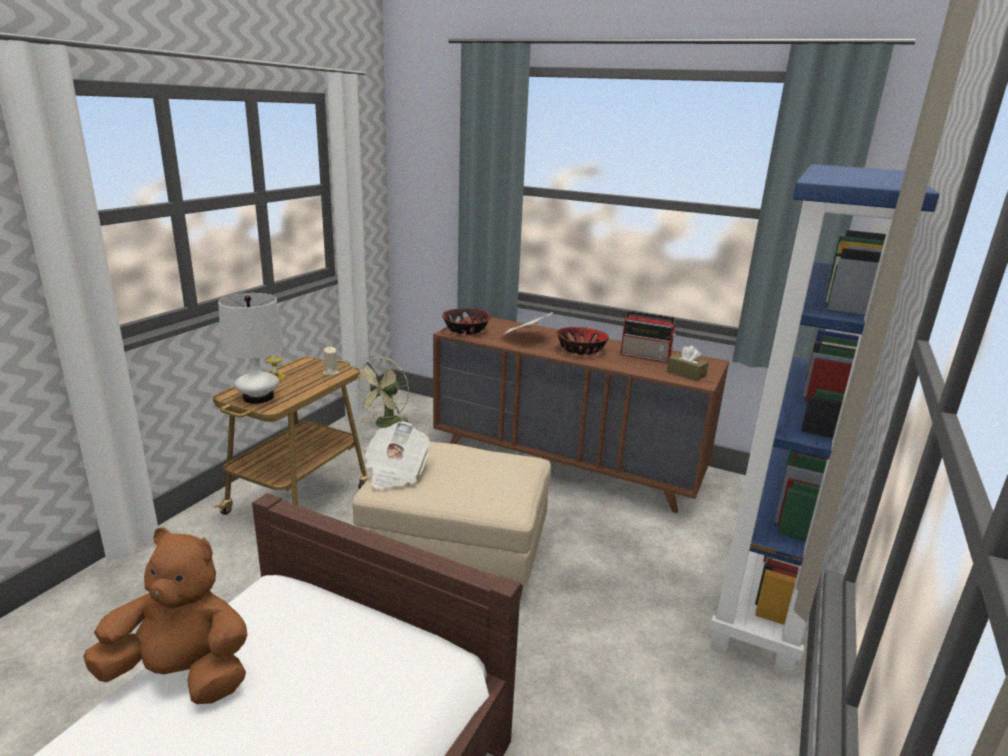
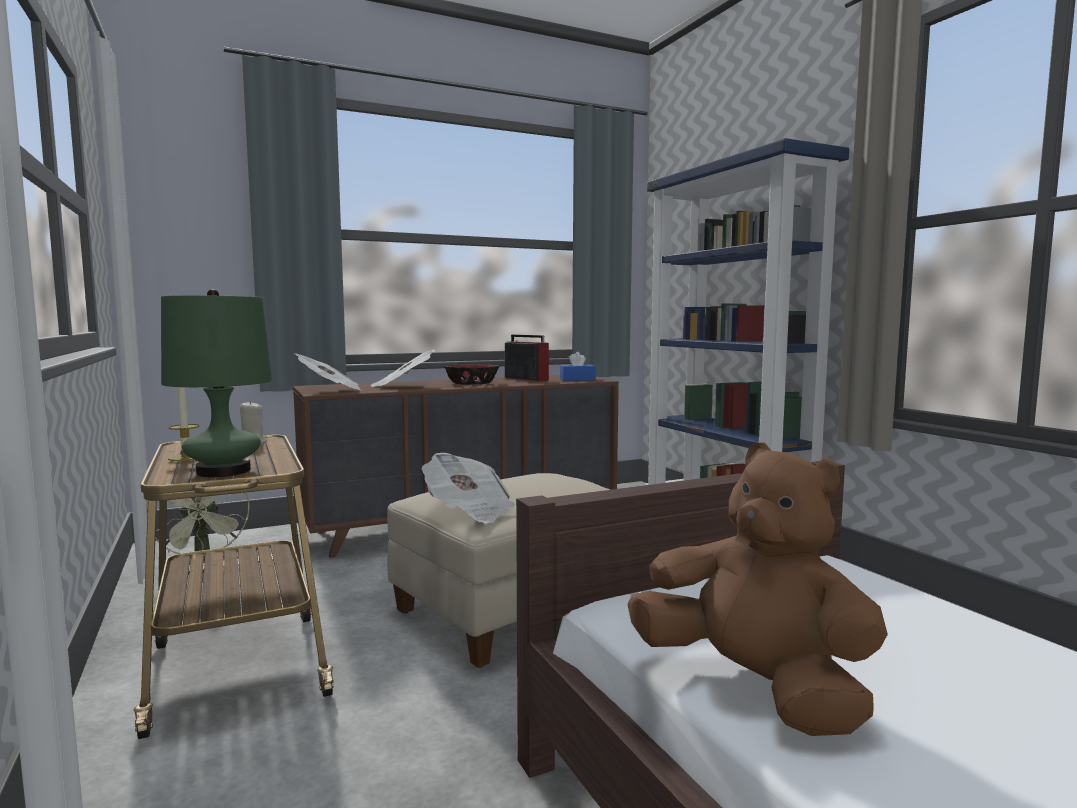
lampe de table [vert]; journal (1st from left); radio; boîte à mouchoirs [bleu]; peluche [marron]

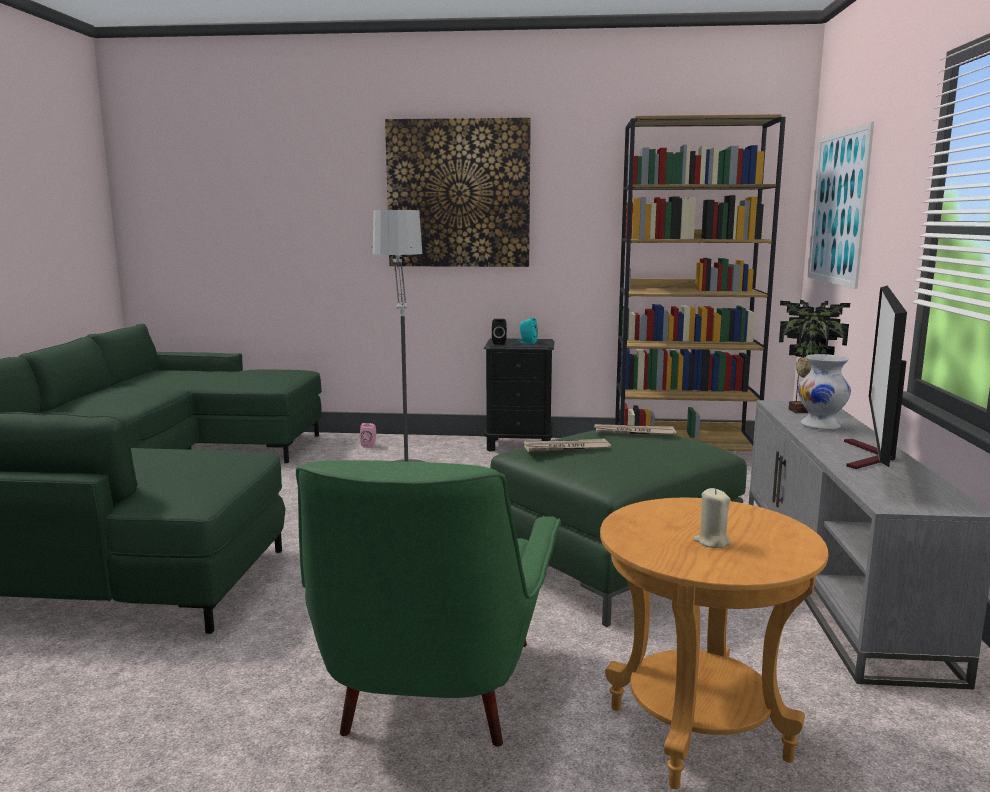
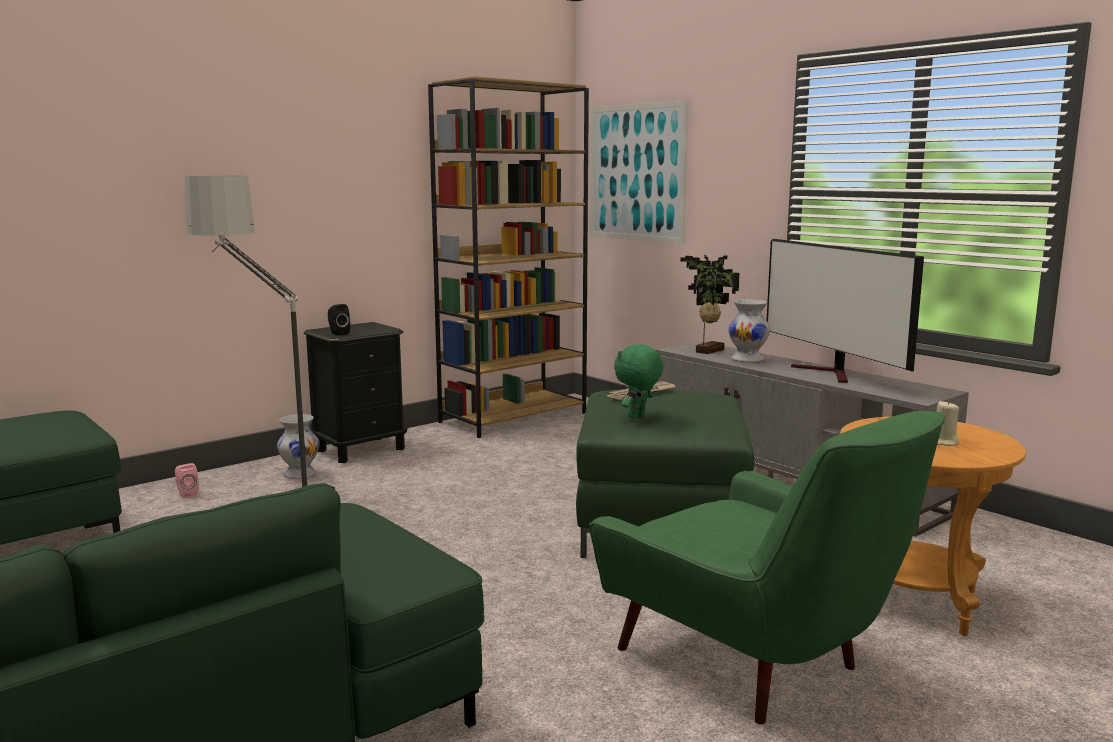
tableau (1st from left in the first image); enceinte [turquoise]; peluche [vert]; vase [blanc] (1st from left)

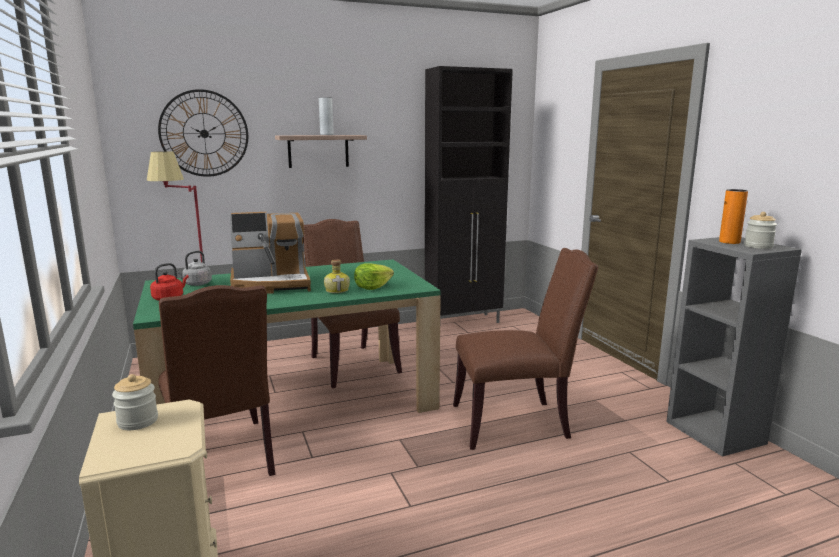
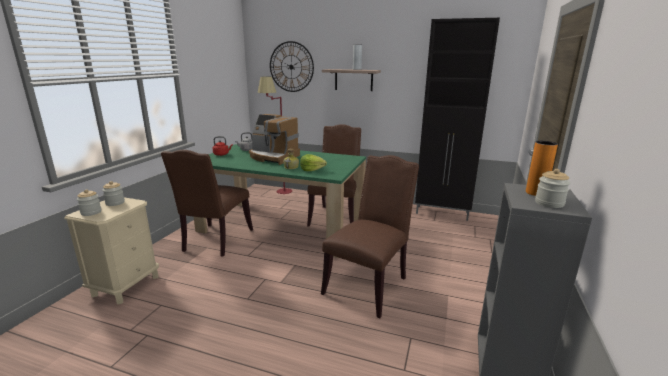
chaise [marron] (3rd from left); bocal (1st from left)

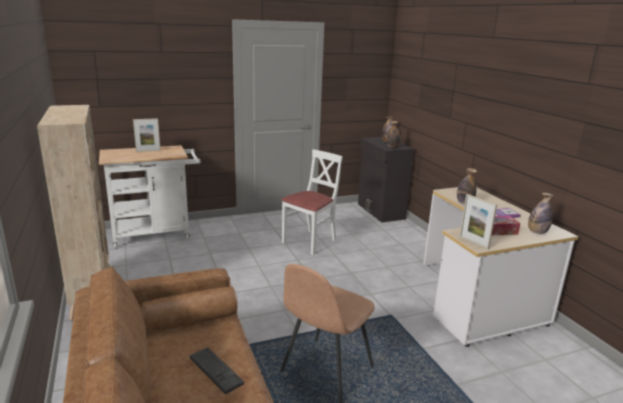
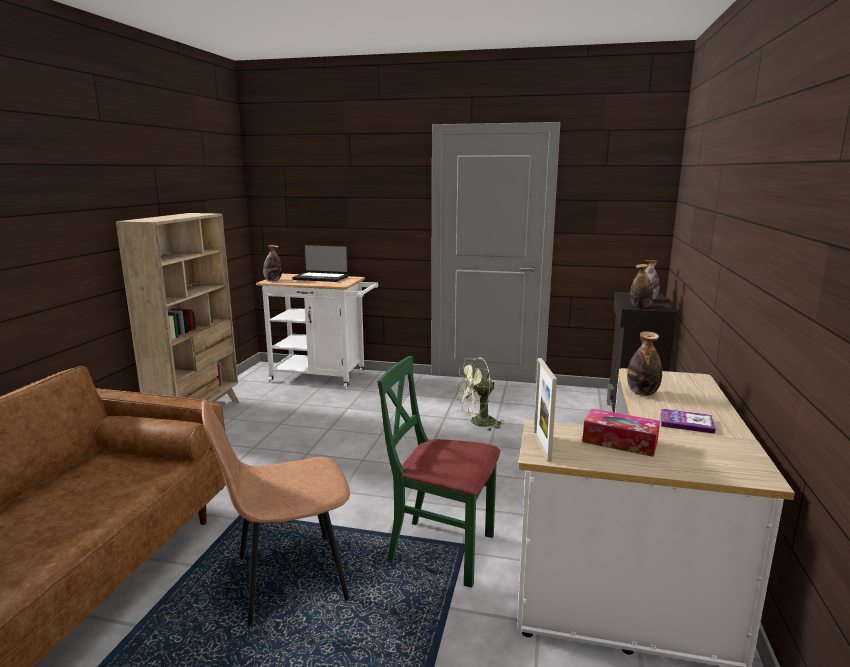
ordinateur portable; ventilateur [vert]; bouteille (1st from left); clavier; chaise [vert]

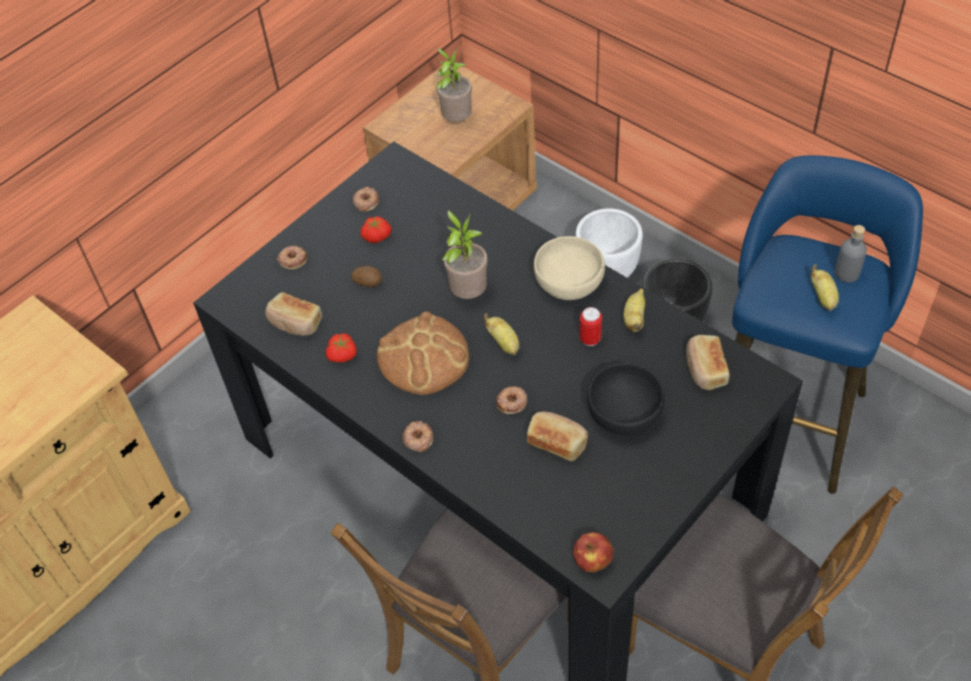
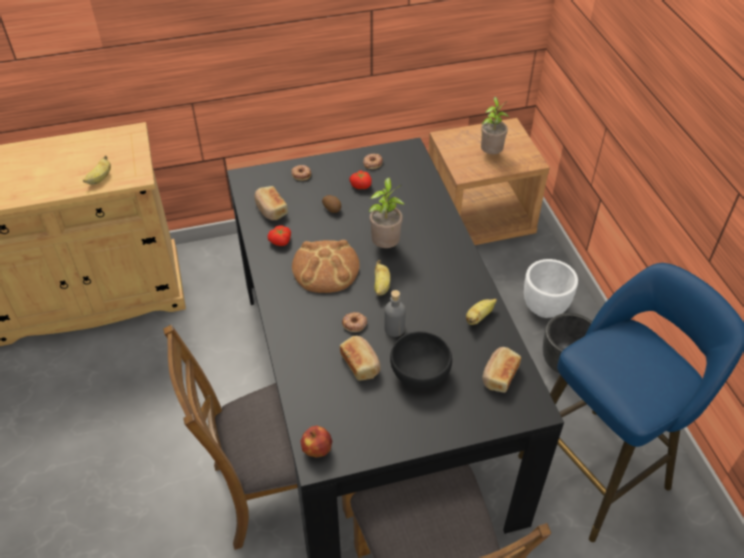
bouteille [gris]; bol [beige]; banane (1st from left); boîte métallique; beignet (3rd from left in the first image)

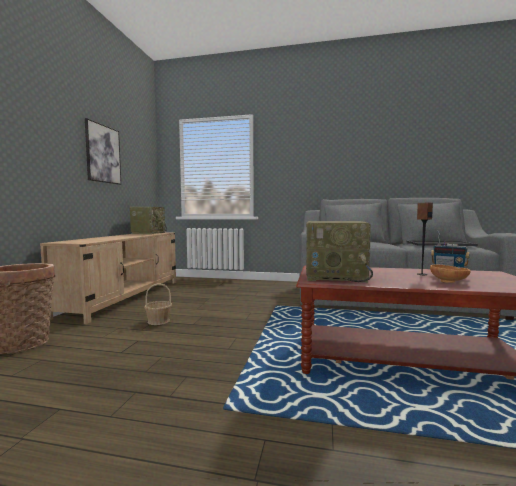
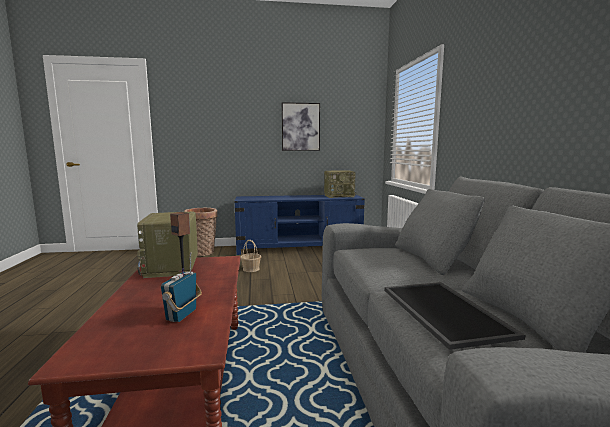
meuble télé [bleu]; bol [marron]

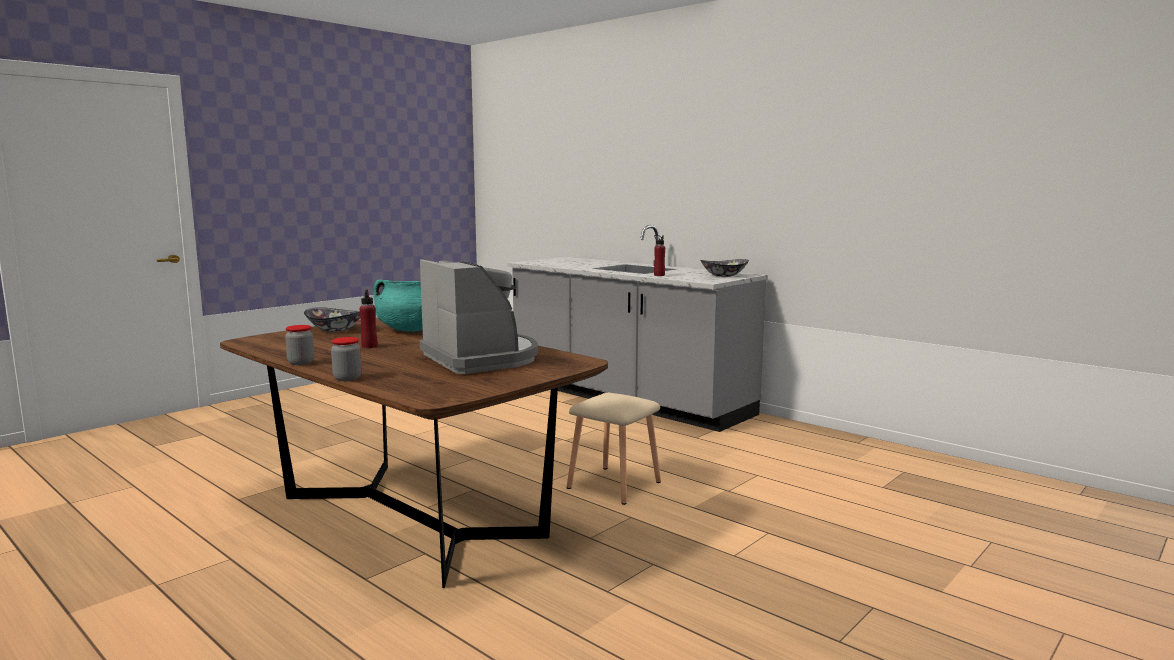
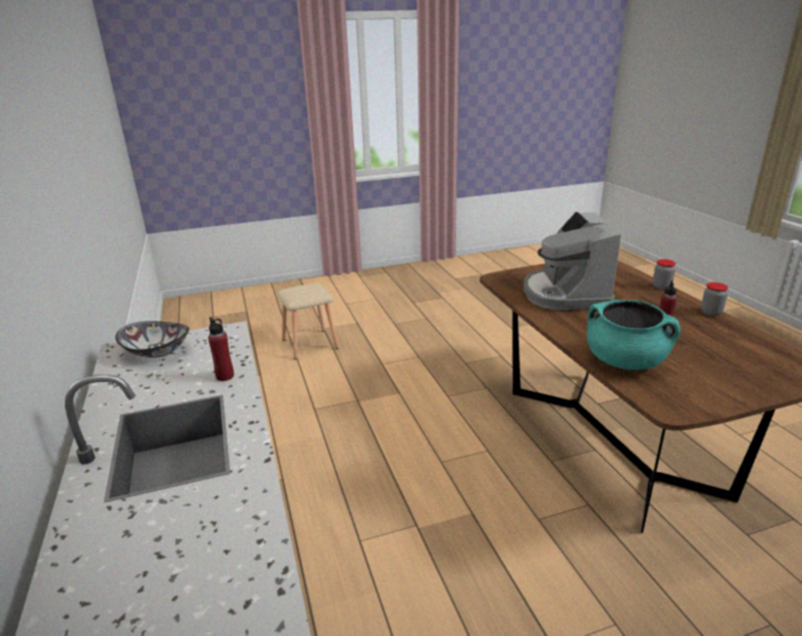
bol (1st from left in the first image); tabouret [beige]

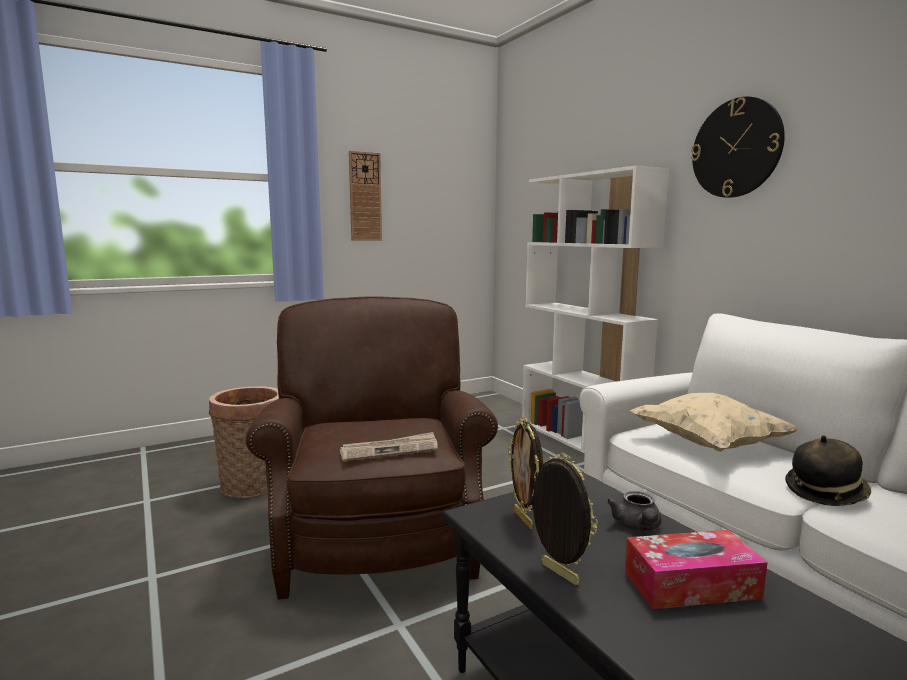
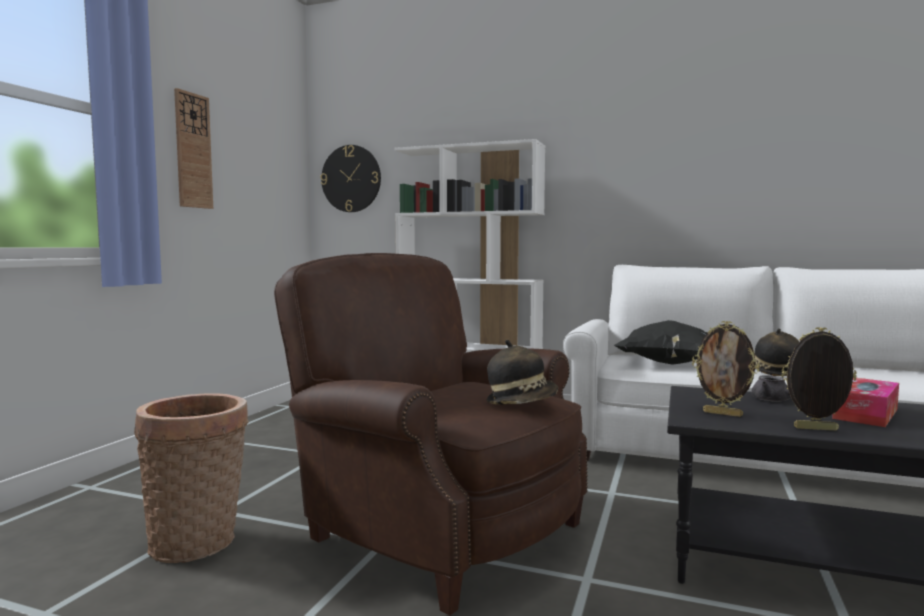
horloge murale (2nd from left); coussin [noir]; chapeau (1st from left)

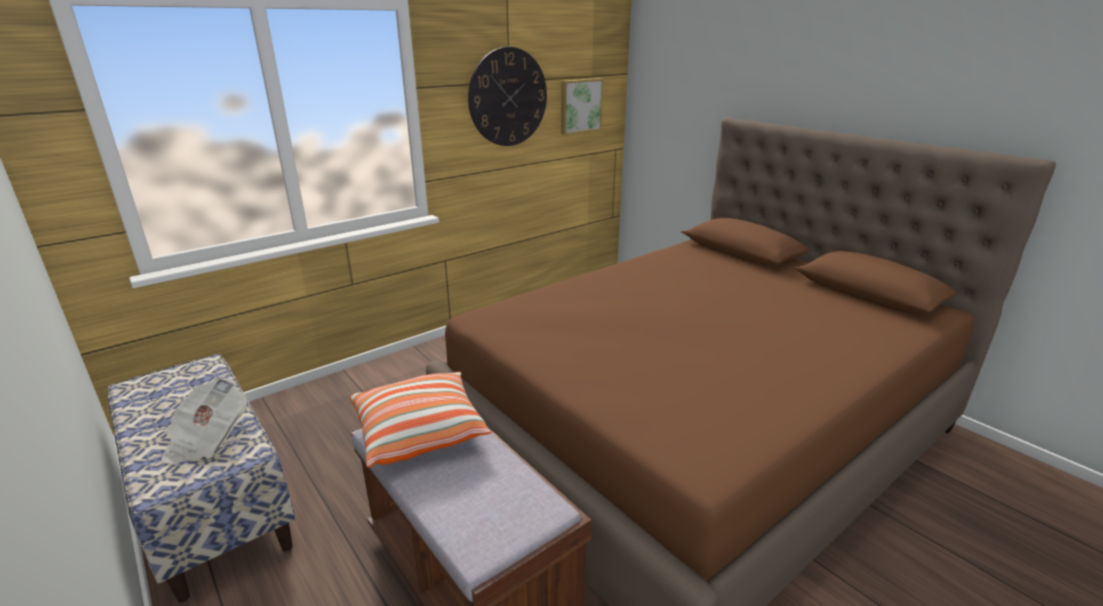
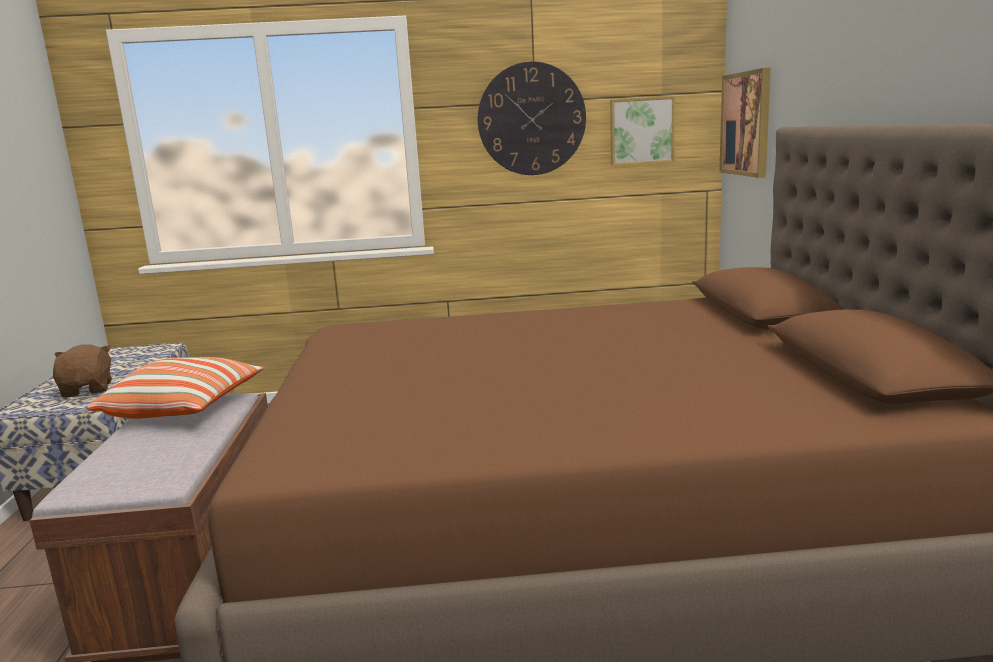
peluche [marron]; tableau (2nd from left)

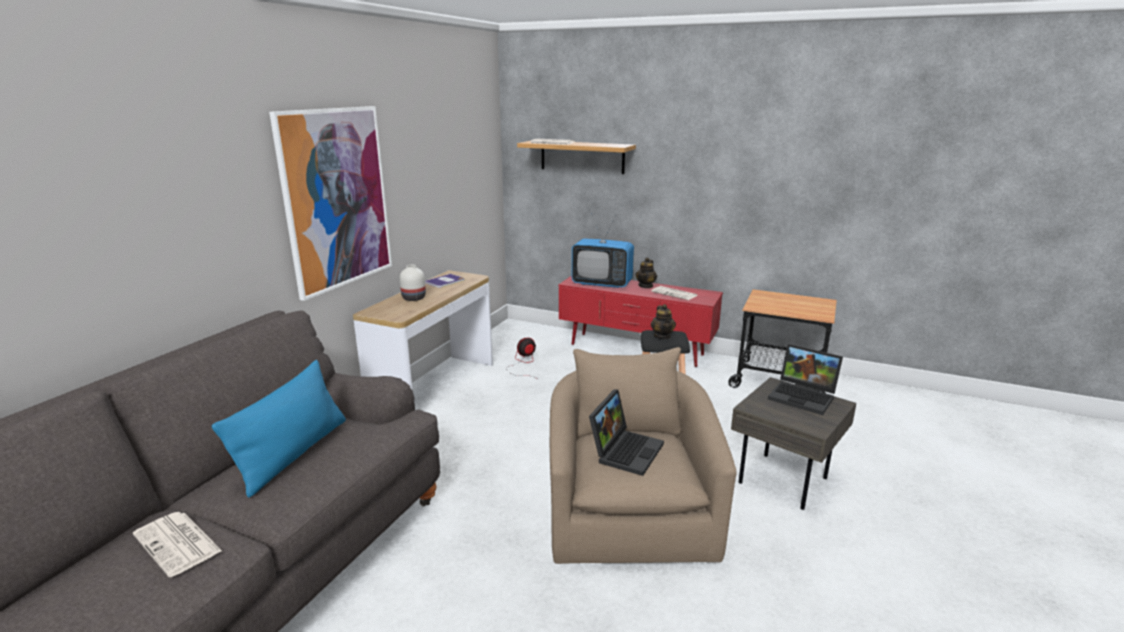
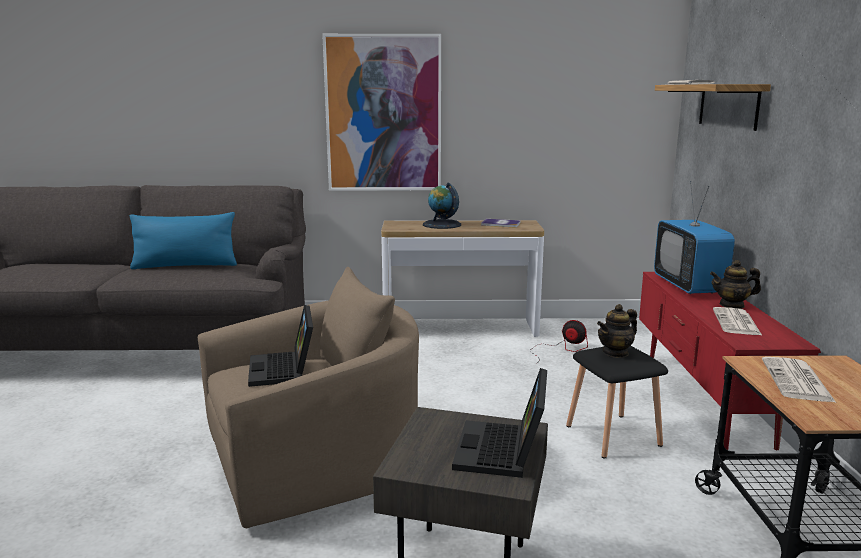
globe; ordinateur portable (1st from left); journal (3rd from left)

